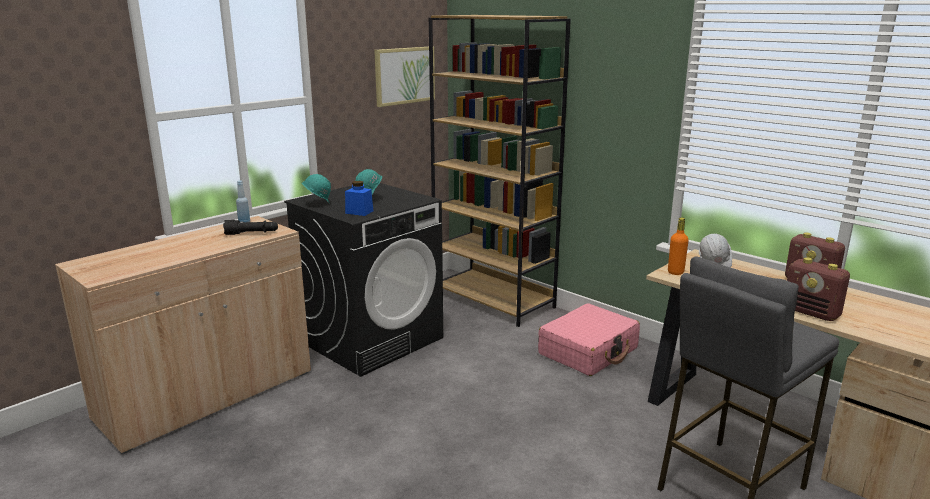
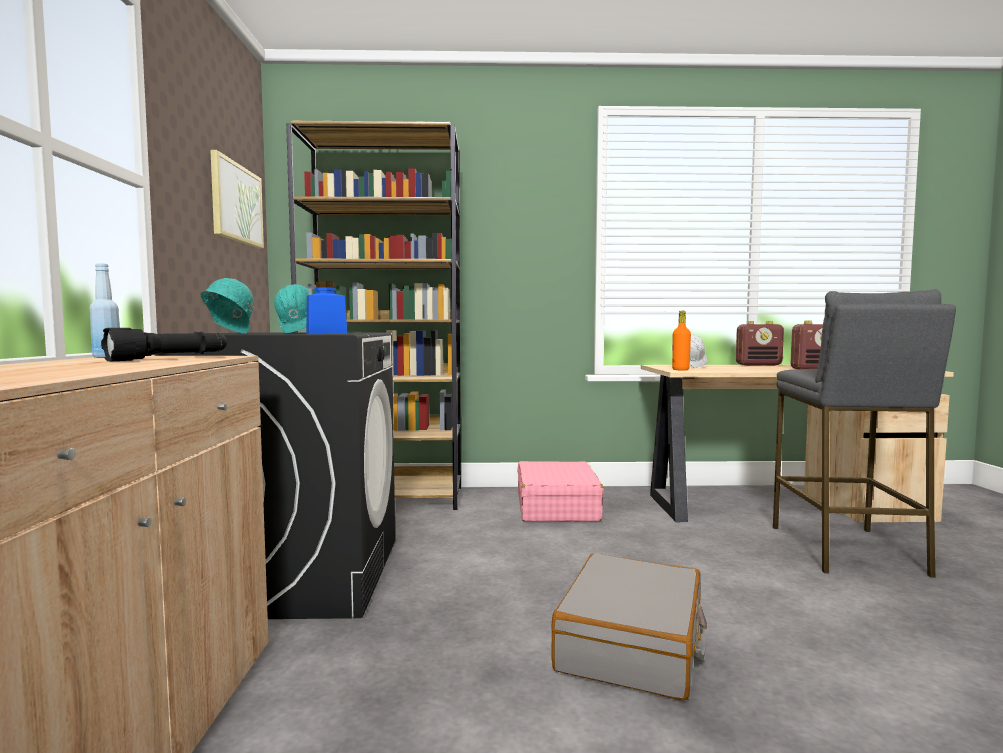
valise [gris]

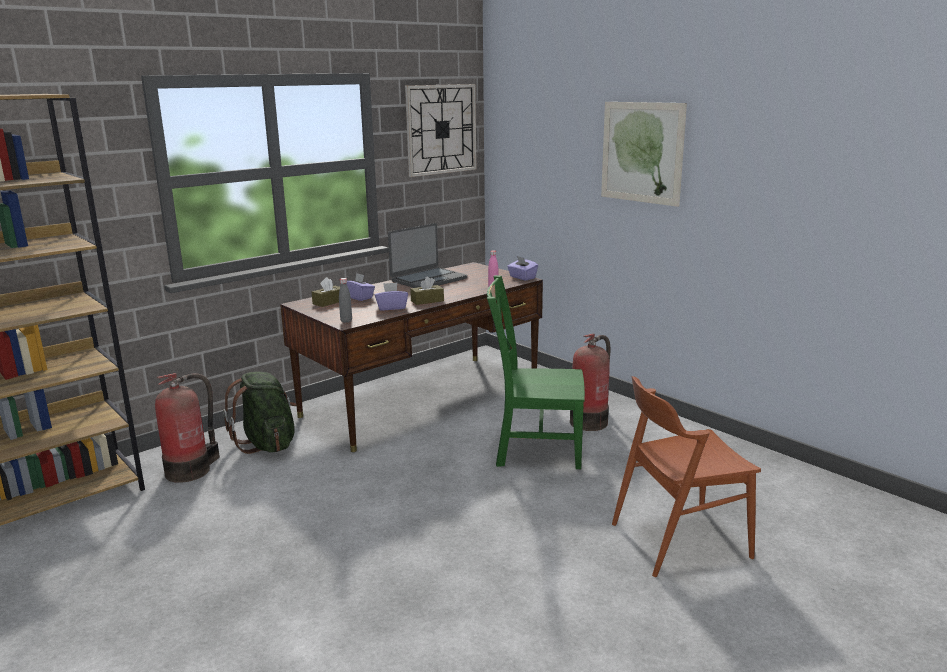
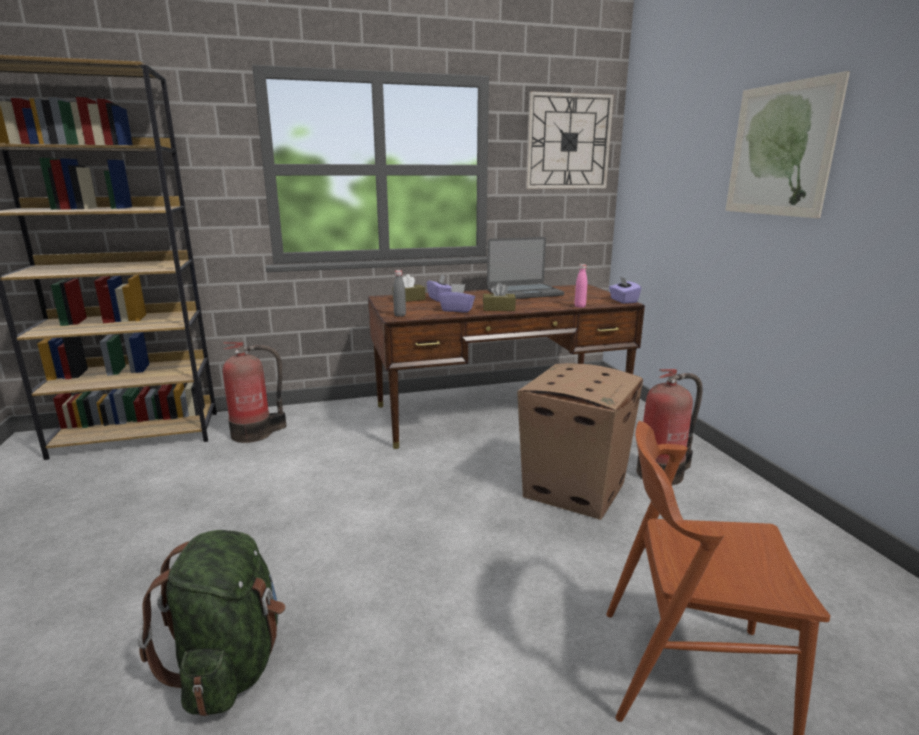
carton; sac à dos [vert]

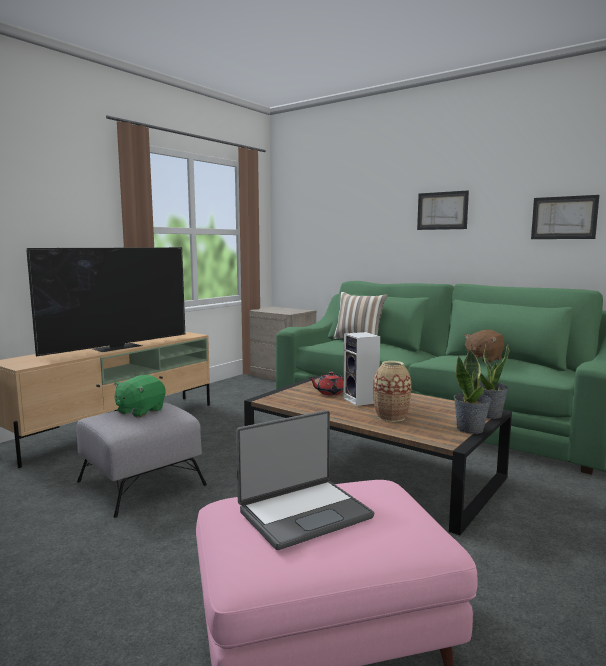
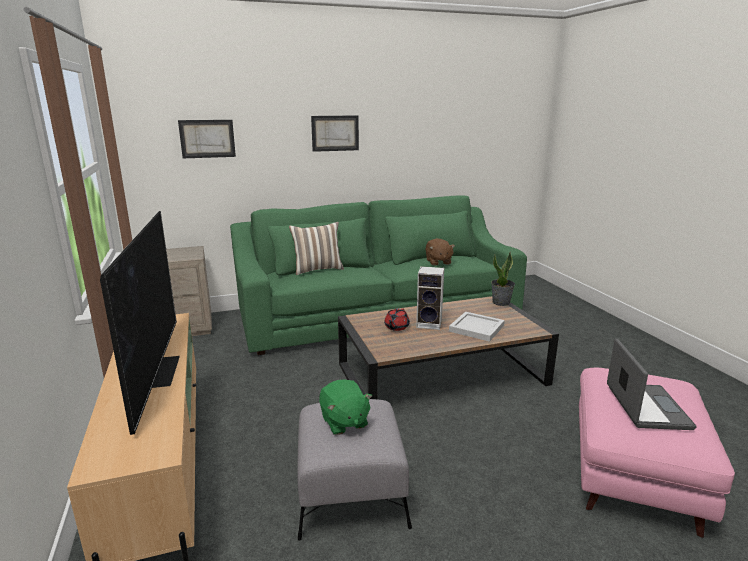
tableau (1st from left); plante en pot (1st from left in the first image); plateau [blanc]

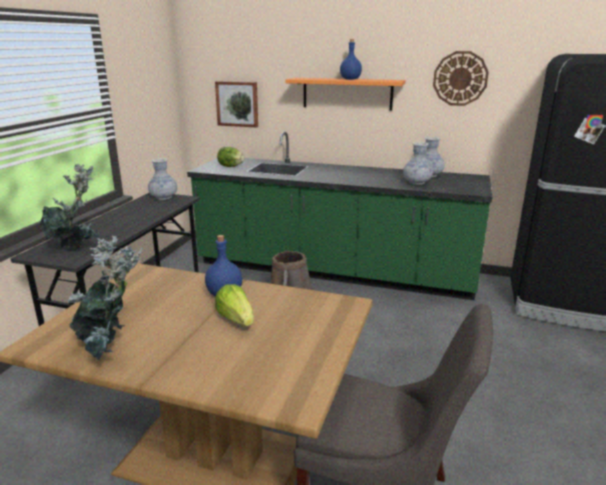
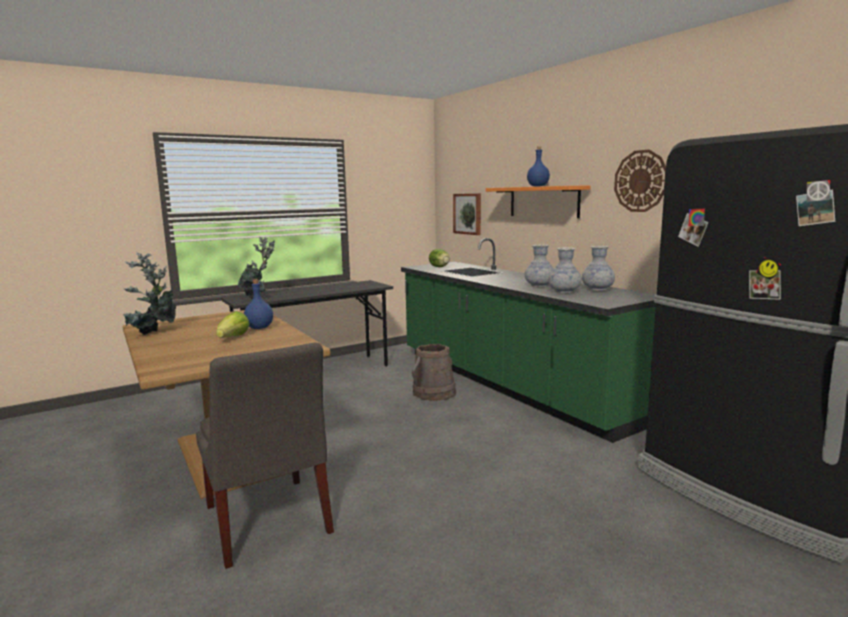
vase (1st from left)

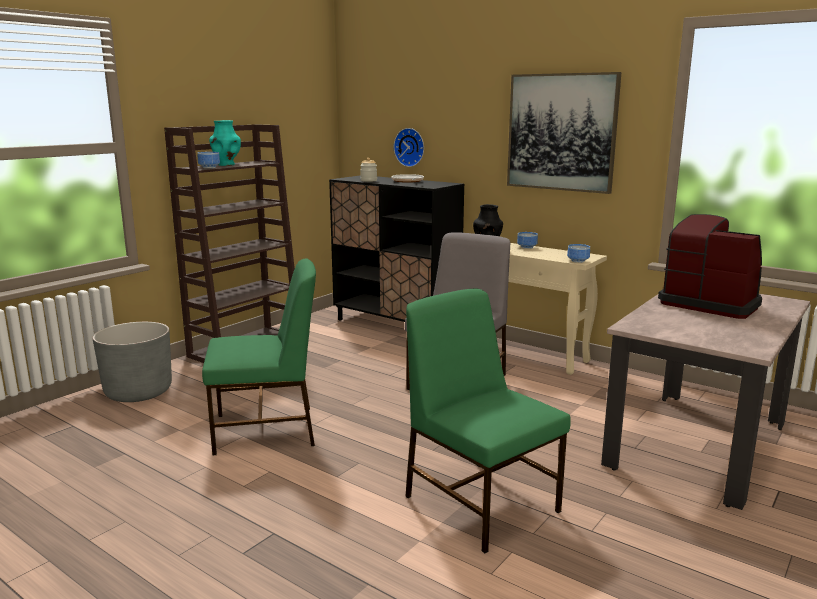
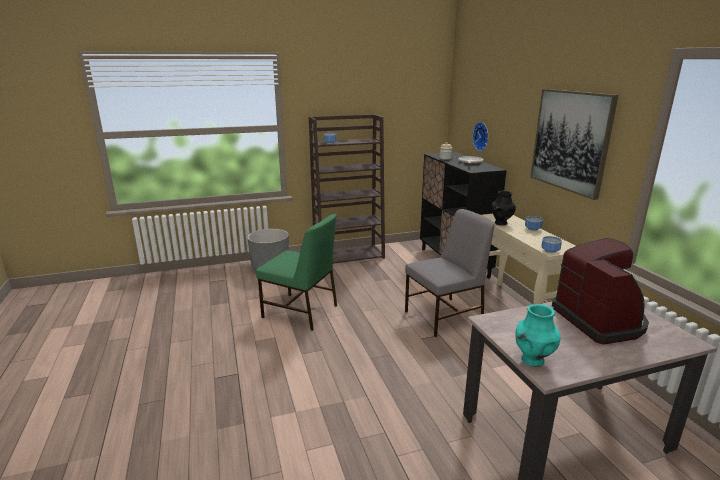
vase [turquoise]; chaise [vert] (2nd from left in the first image)

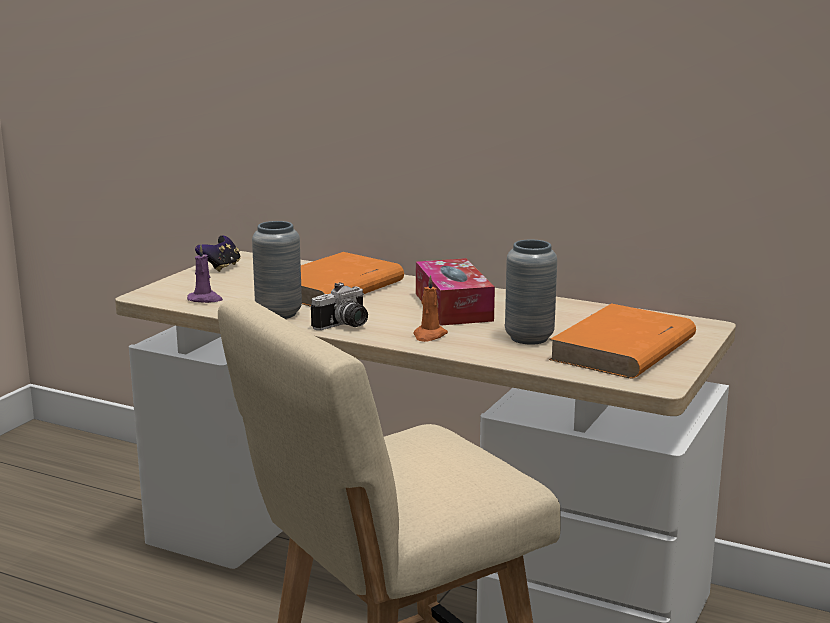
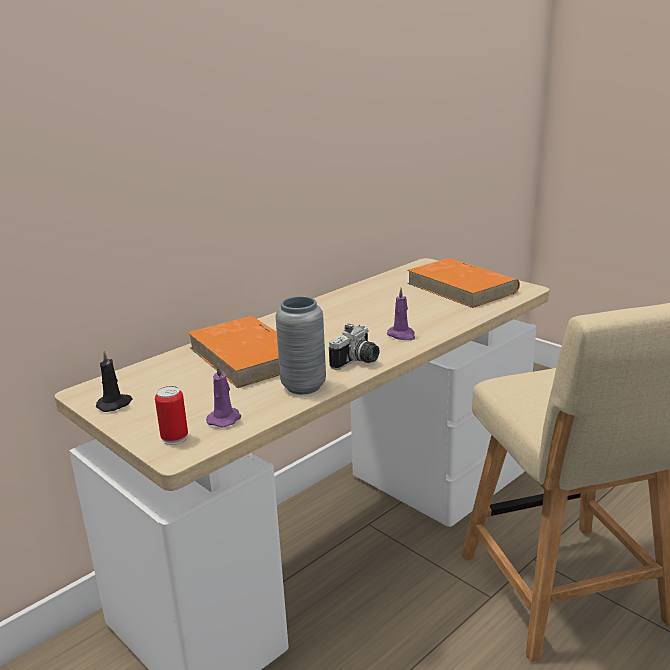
bougie [noir]; vase [gris] (2nd from left in the first image); boîte à mouchoirs; bougie [violet] (2nd from left); appareil photo; boîte métallique

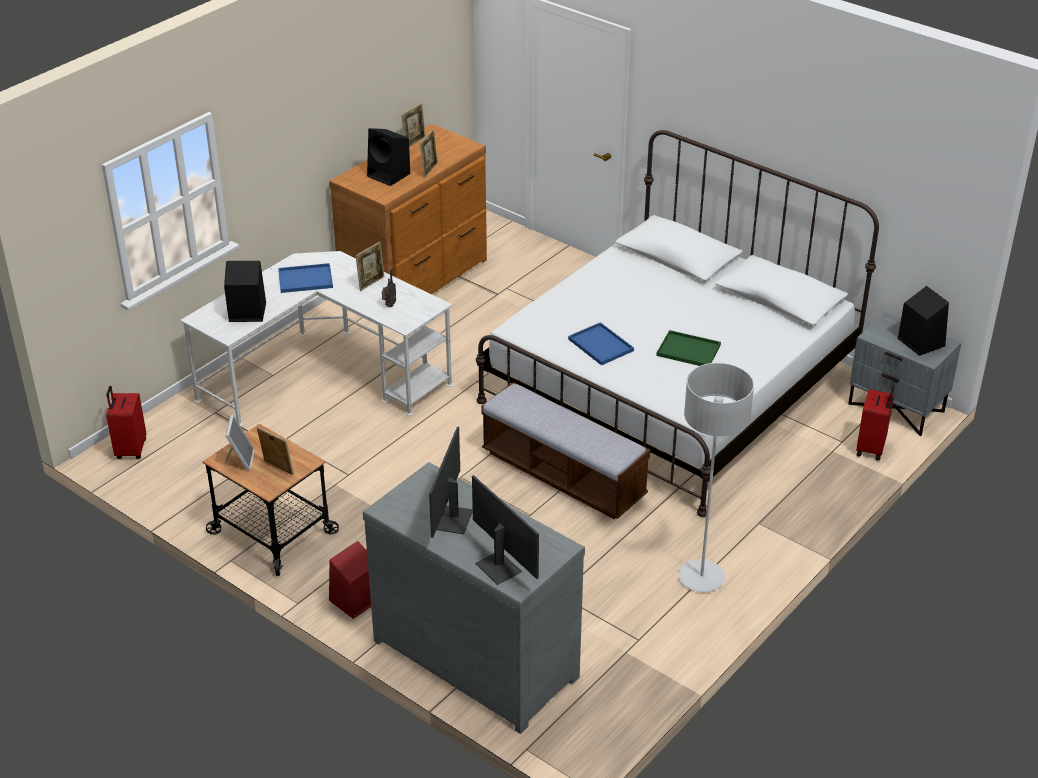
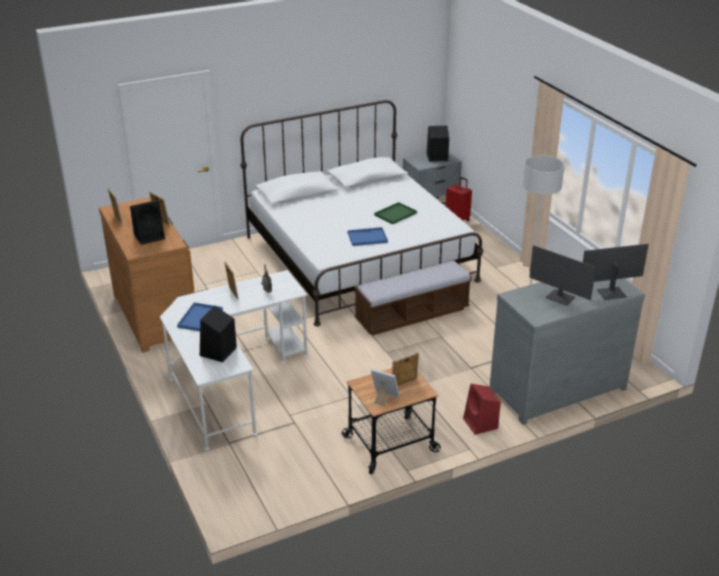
valise [rouge] (1st from left in the first image)

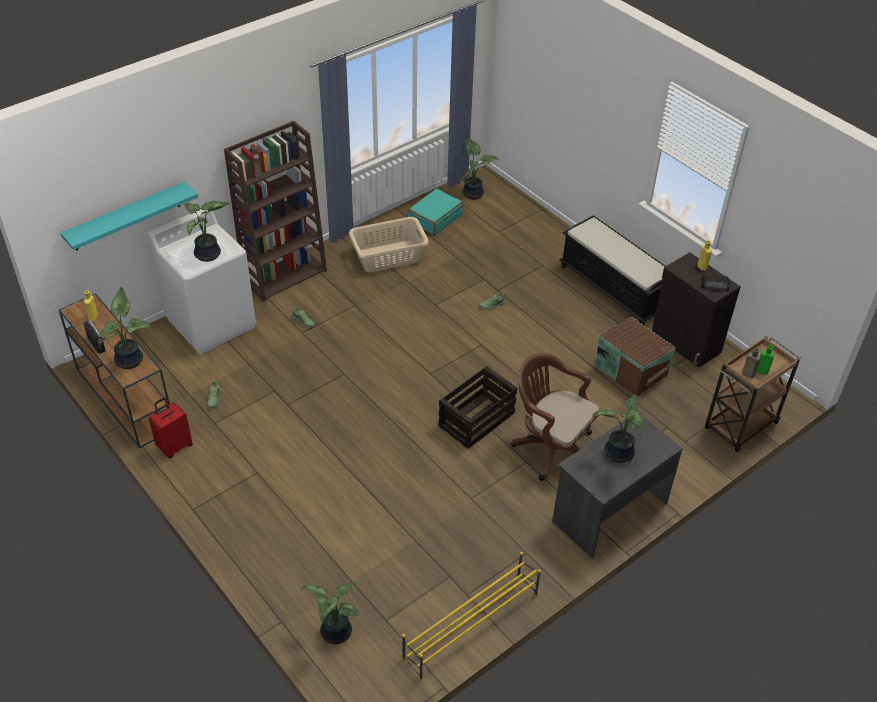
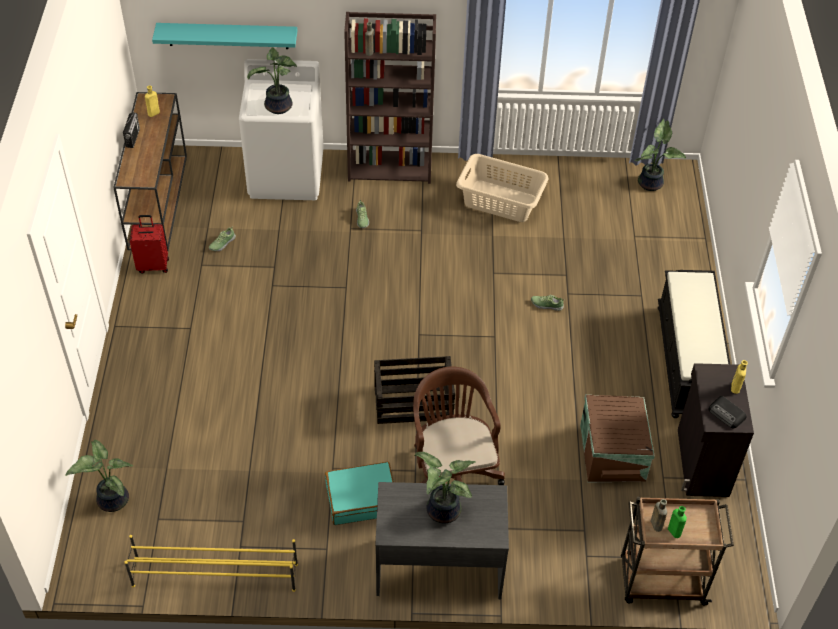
valise [turquoise]; plante en pot (1st from left in the first image)

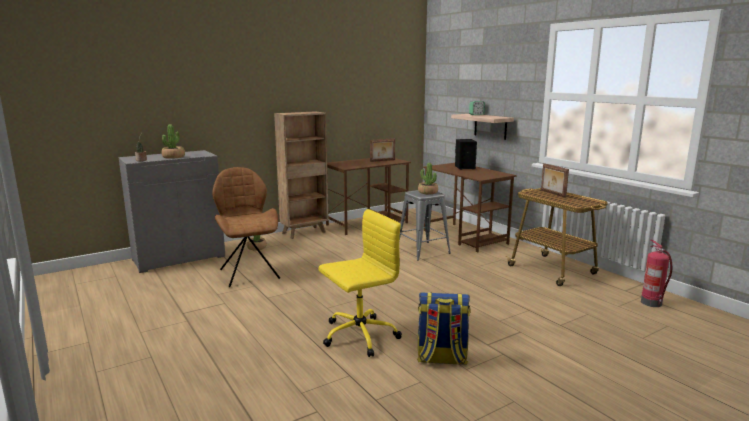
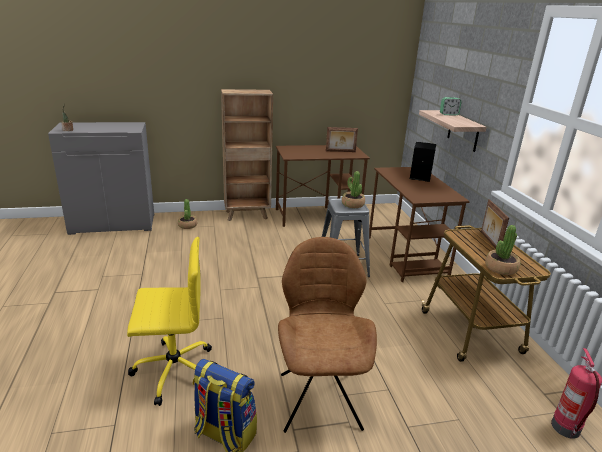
plante en pot (4th from left); chaise [marron]

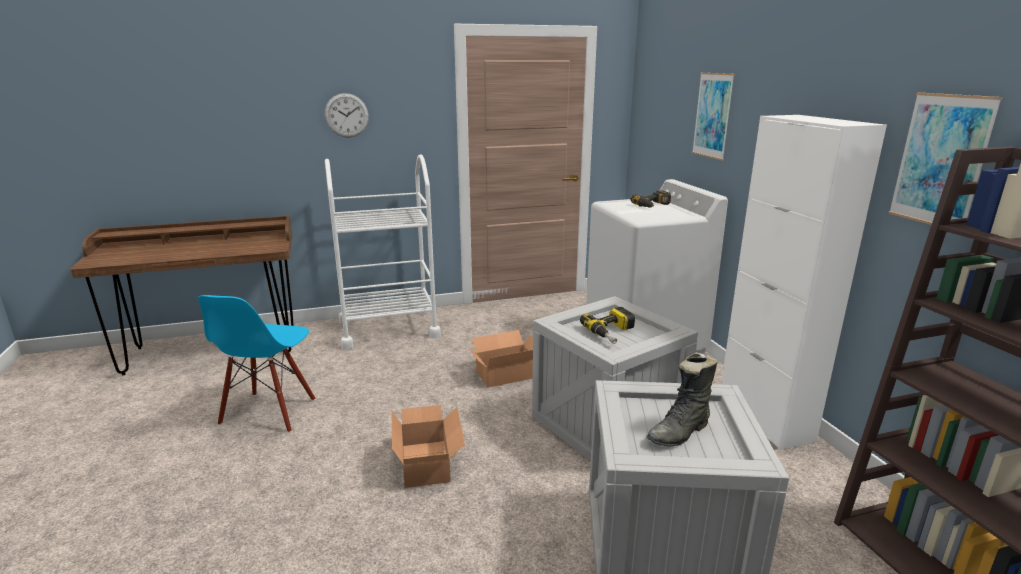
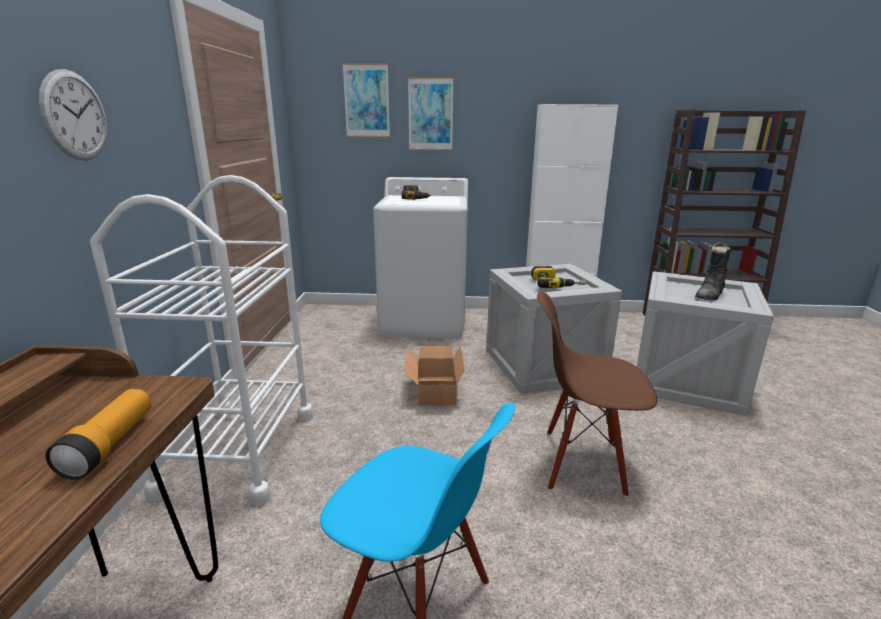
tableau (1st from left); botte [noir]; chaise [marron]; lampe de poche

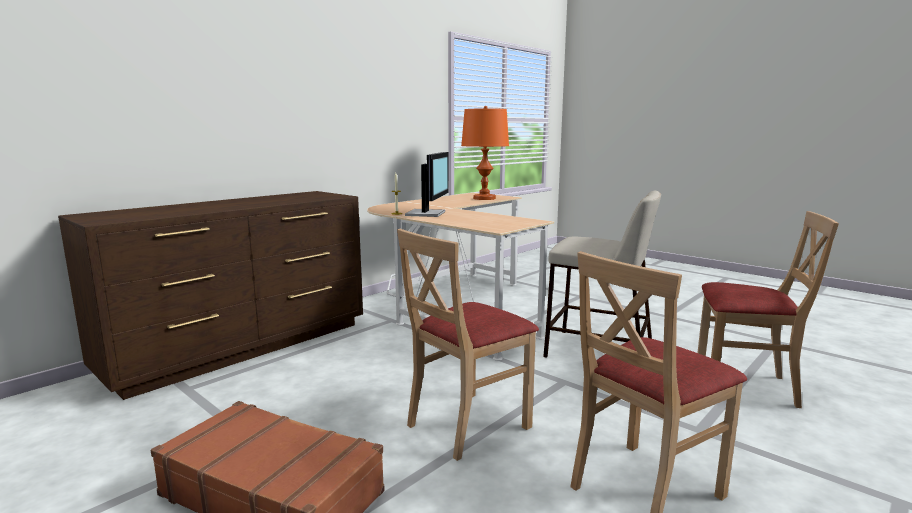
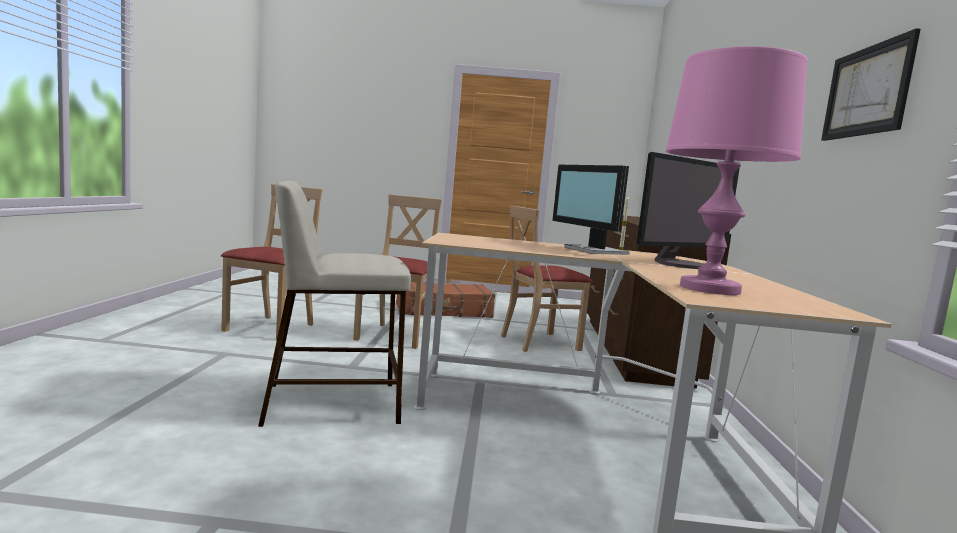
lampe de table [rose]; chaise [beige] (3rd from left); tableau; écran d'ordinateur (2nd from left)

